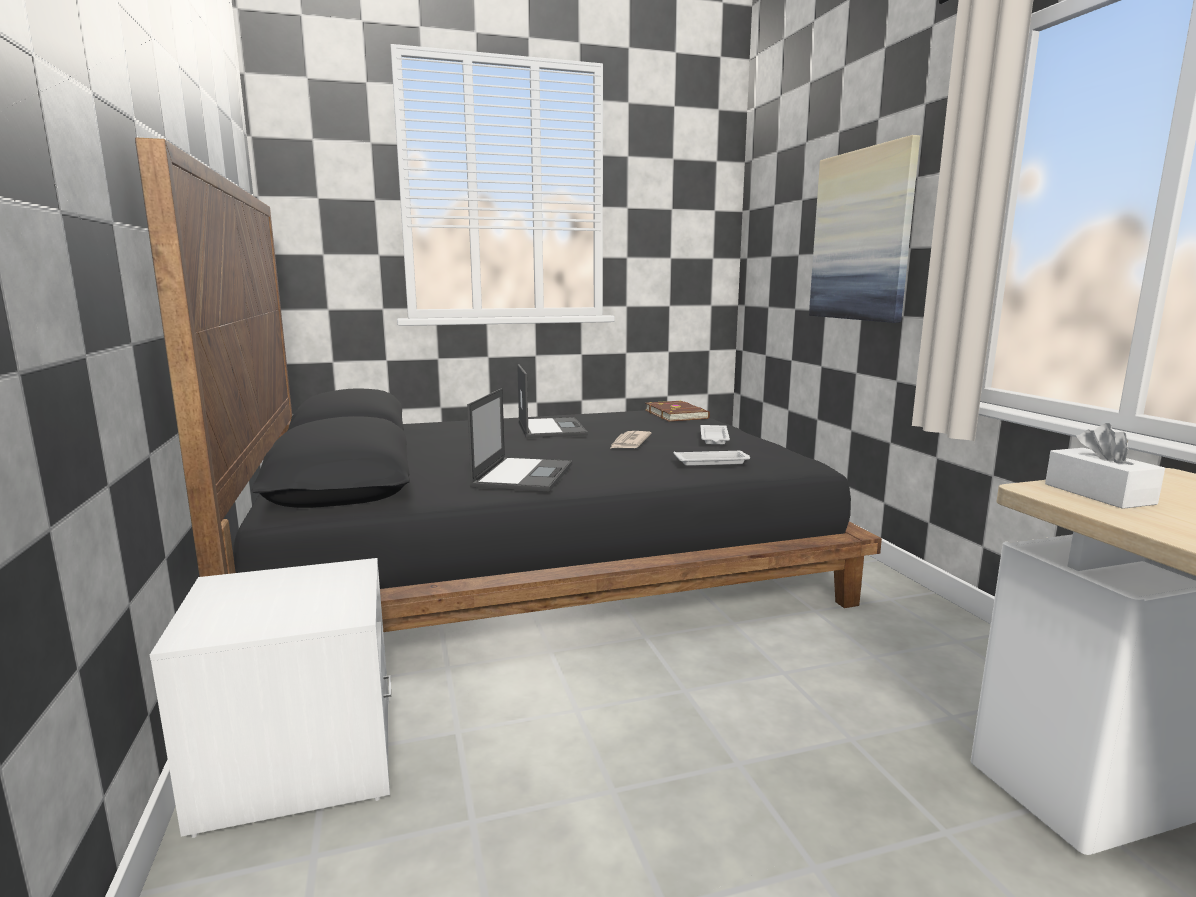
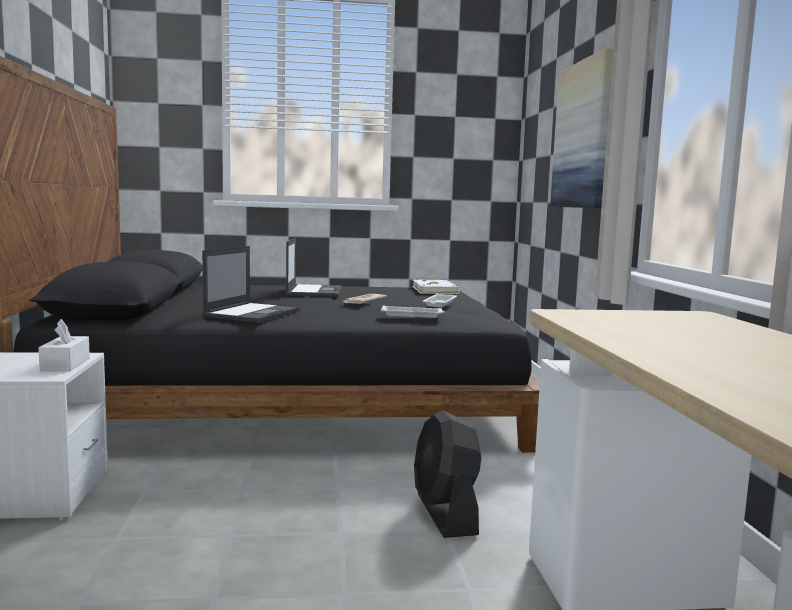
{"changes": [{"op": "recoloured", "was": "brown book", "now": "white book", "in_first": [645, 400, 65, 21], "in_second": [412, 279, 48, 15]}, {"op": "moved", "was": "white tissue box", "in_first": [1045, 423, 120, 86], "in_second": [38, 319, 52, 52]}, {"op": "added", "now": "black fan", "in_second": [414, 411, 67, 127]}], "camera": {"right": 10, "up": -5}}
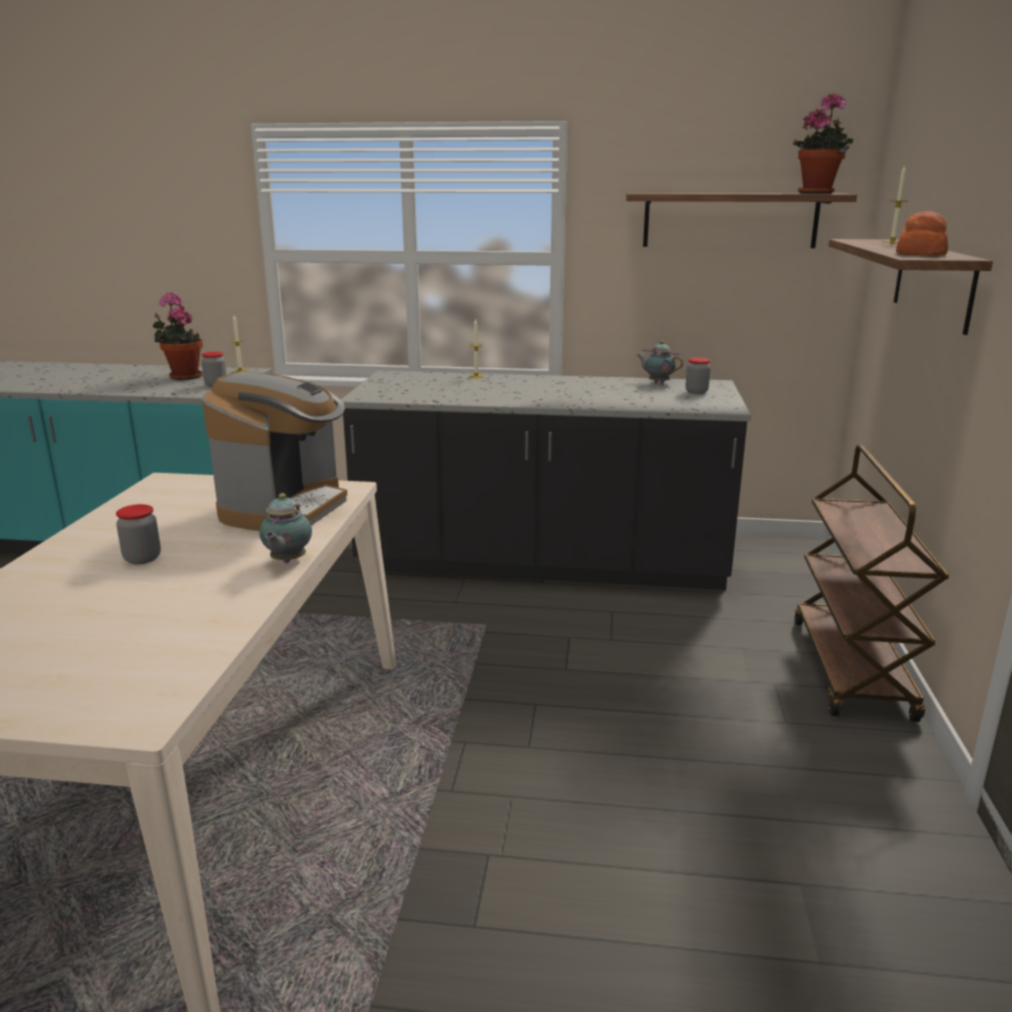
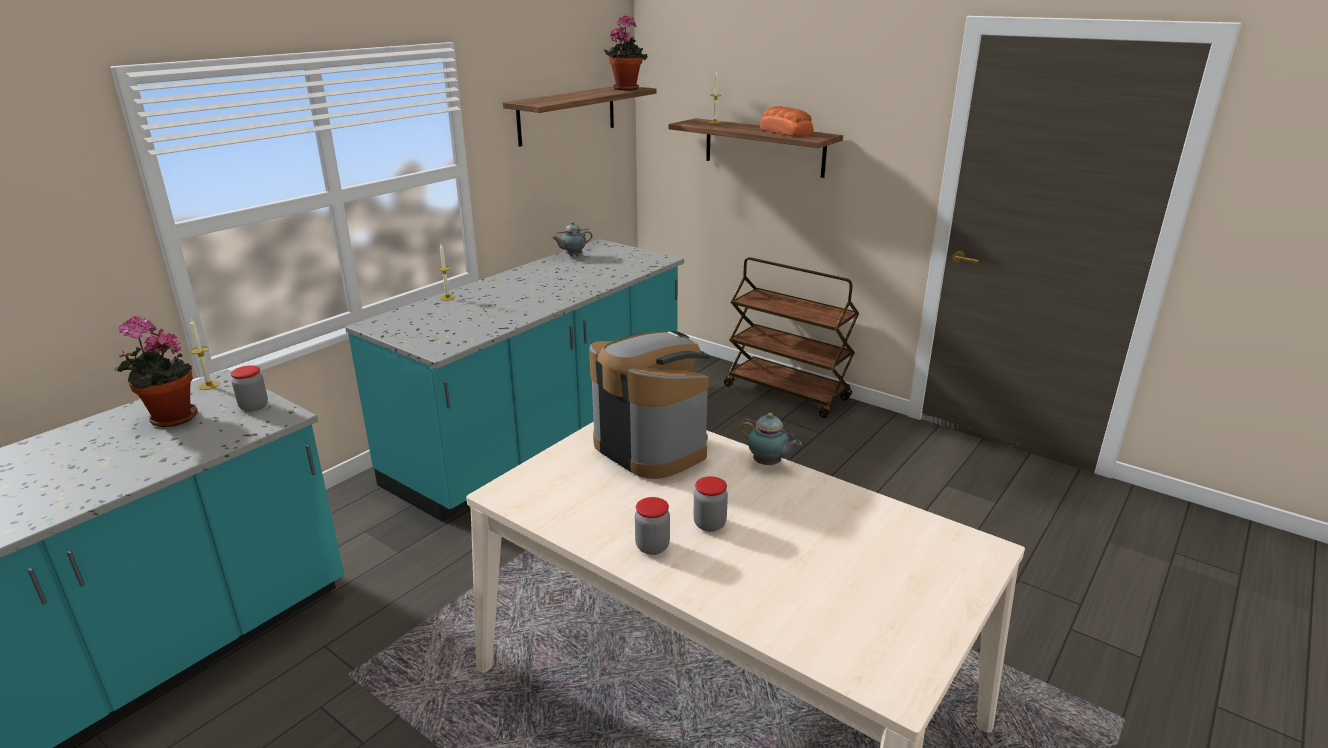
{"changes": [{"op": "moved", "was": "jar", "in_first": [686, 358, 24, 36], "in_second": [635, 497, 35, 58]}, {"op": "recoloured", "was": "black counter", "now": "turquoise counter", "in_first": [341, 371, 410, 219], "in_second": [345, 239, 339, 283]}], "camera": {"right": -60, "up": 5}}
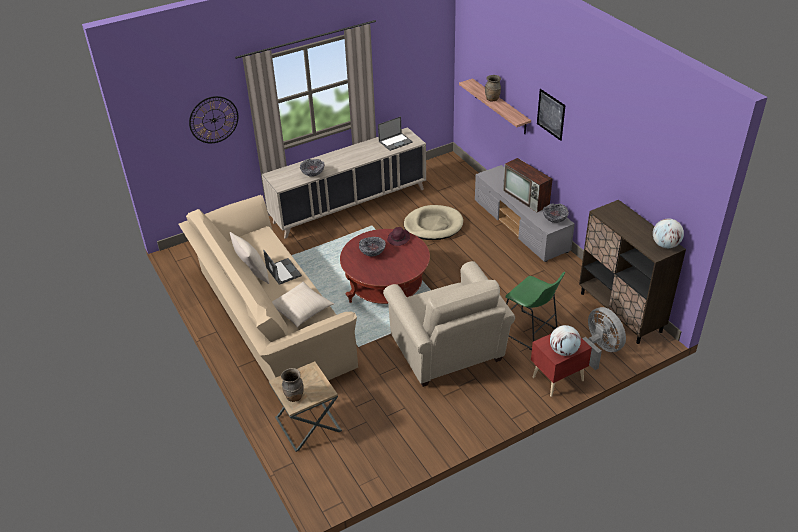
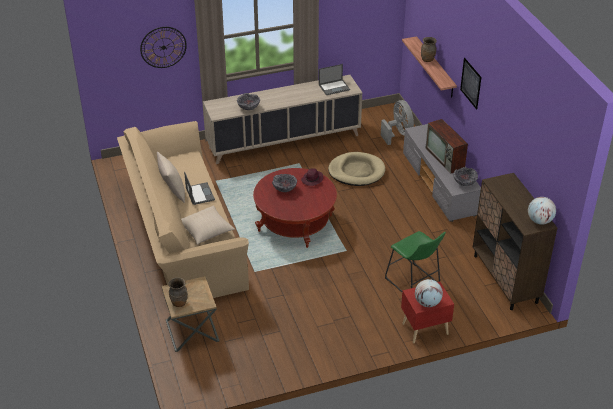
{"changes": [{"op": "removed", "was": "beige armchair", "in_first": [383, 261, 132, 126]}, {"op": "moved", "was": "grey fan", "in_first": [582, 307, 44, 63], "in_second": [381, 100, 33, 45]}], "camera": {"right": 10, "up": 0}}
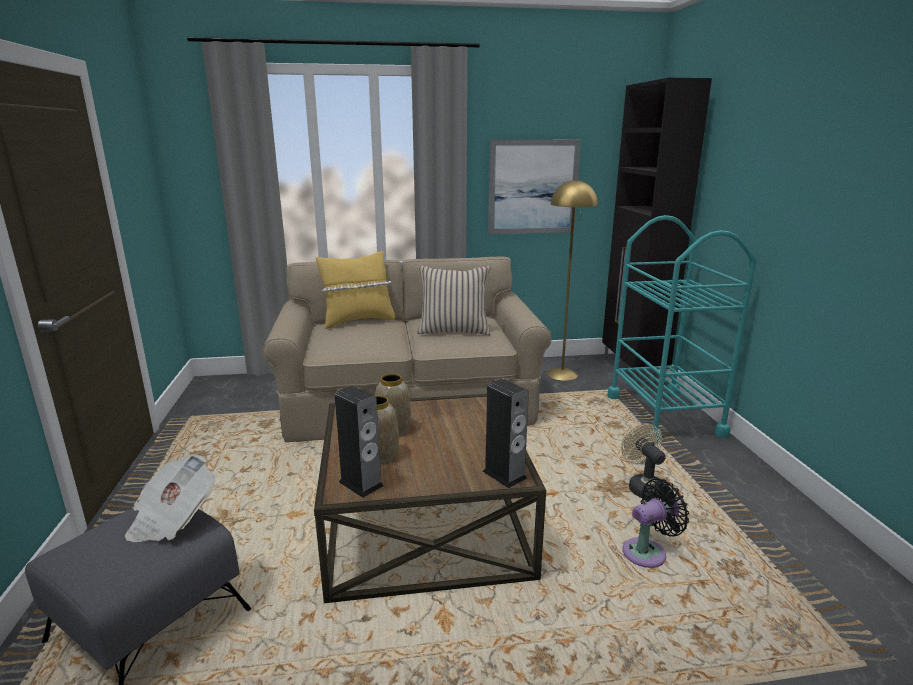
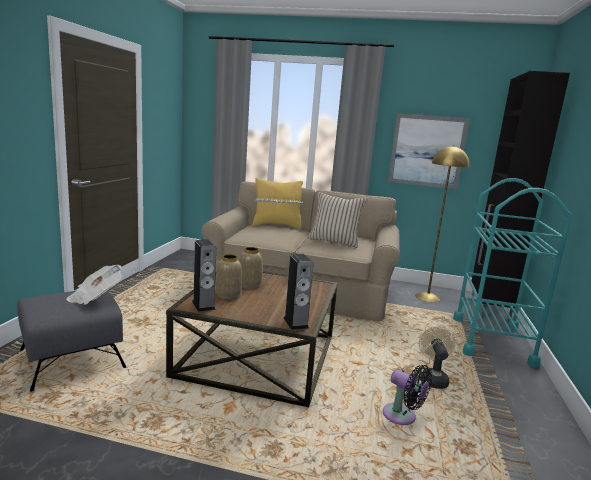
{"changes": [{"op": "turned", "was": "black fan", "in_first": [623, 479, 66, 89], "in_second": [383, 365, 49, 60], "clockwise": 45}], "camera": {"right": 20, "up": -5}}
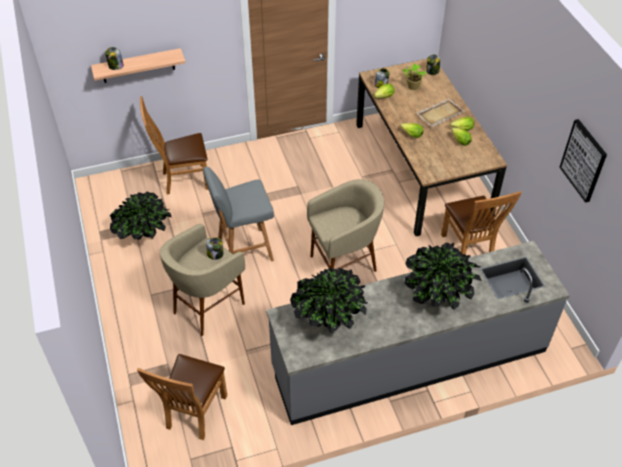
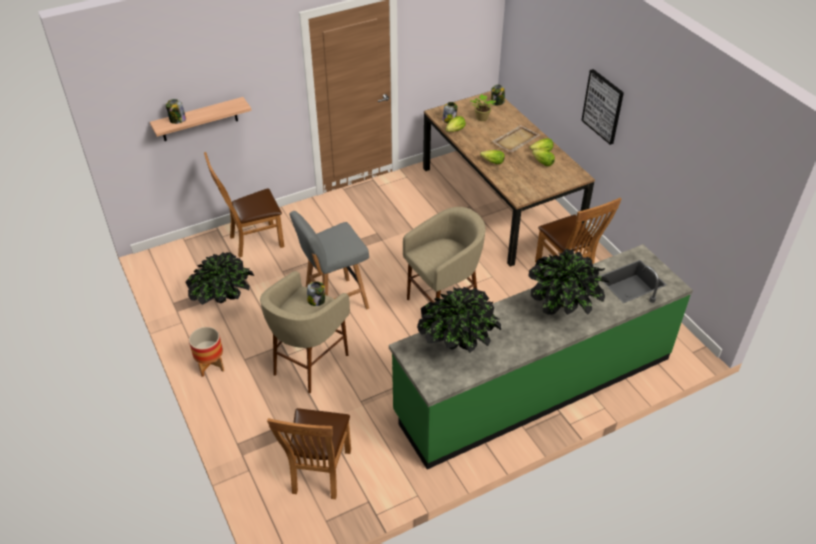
{"changes": [{"op": "moved", "was": "picture", "in_first": [560, 119, 47, 84], "in_second": [581, 69, 43, 76]}, {"op": "recoloured", "was": "grey counter", "now": "green counter", "in_first": [266, 241, 304, 184], "in_second": [389, 244, 304, 225]}, {"op": "added", "now": "planter", "in_second": [189, 327, 35, 50]}], "camera": {"right": -10, "up": -5}}
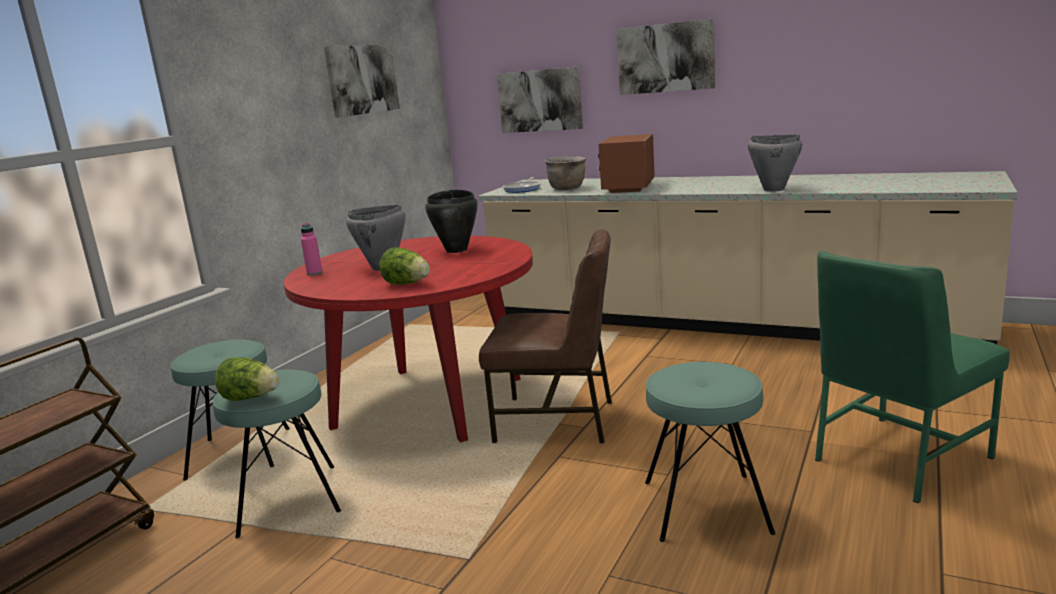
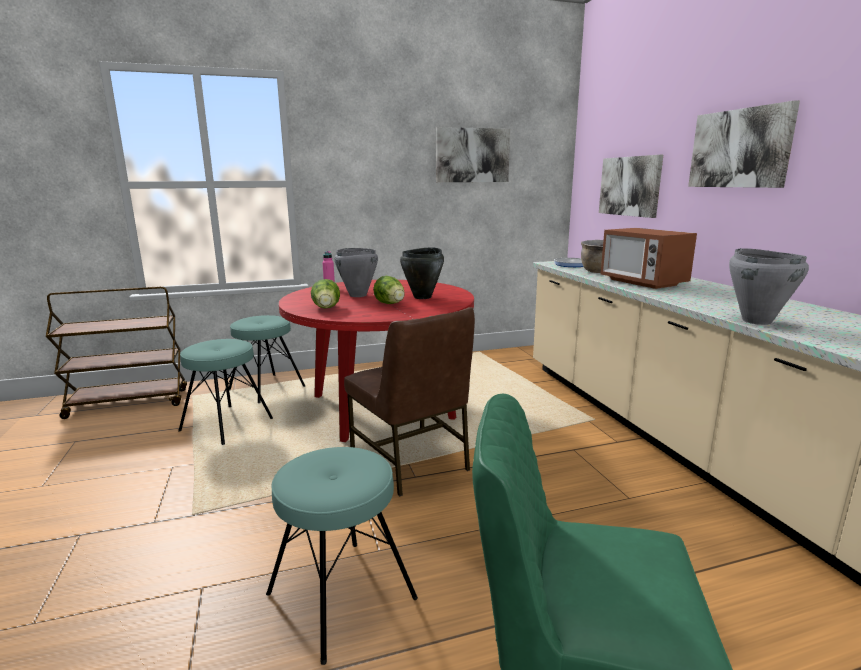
{"changes": [{"op": "turned", "was": "microwave", "in_first": [597, 134, 58, 59], "in_second": [601, 228, 96, 61], "clockwise": -90}, {"op": "moved", "was": "lettuce", "in_first": [215, 357, 65, 44], "in_second": [373, 276, 32, 28]}], "camera": {"right": 45, "up": 0}}
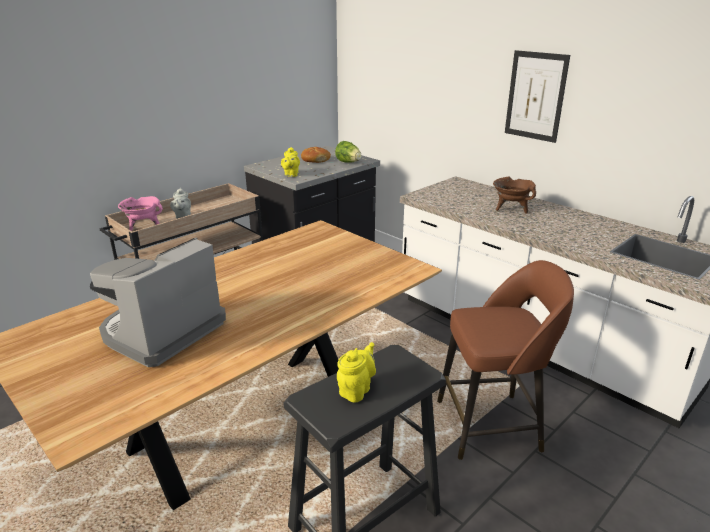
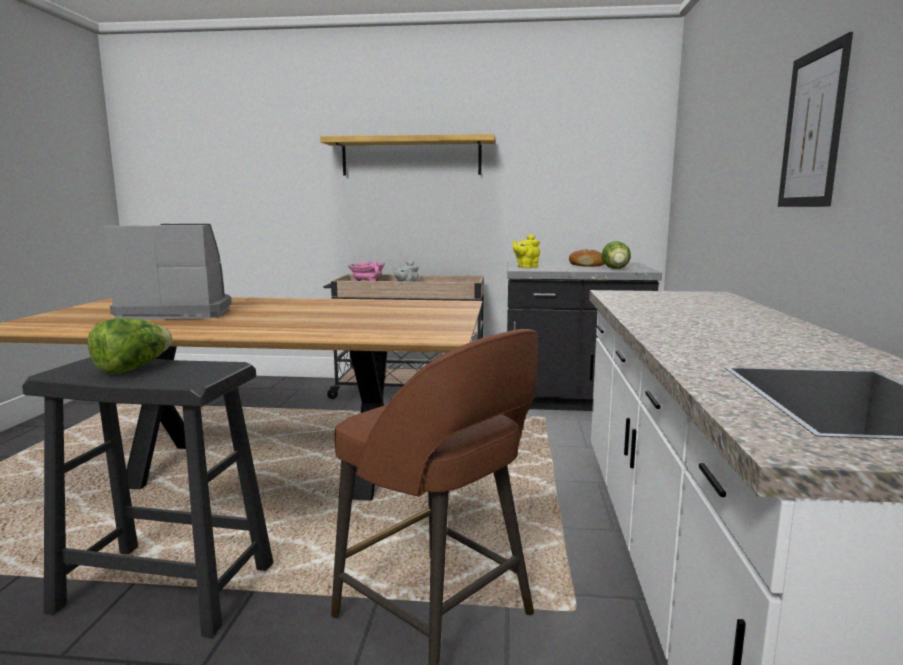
{"changes": [{"op": "removed", "was": "brown cooking pot", "in_first": [493, 177, 43, 37]}, {"op": "replaced", "was": "yellow teapot", "now": "lettuce", "in_first": [337, 342, 39, 61], "in_second": [88, 318, 84, 56]}, {"op": "added", "now": "shelf", "in_second": [320, 134, 175, 42]}], "camera": {"right": 50, "up": -15}}
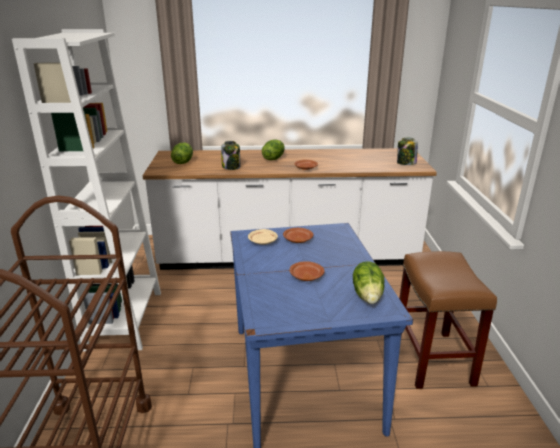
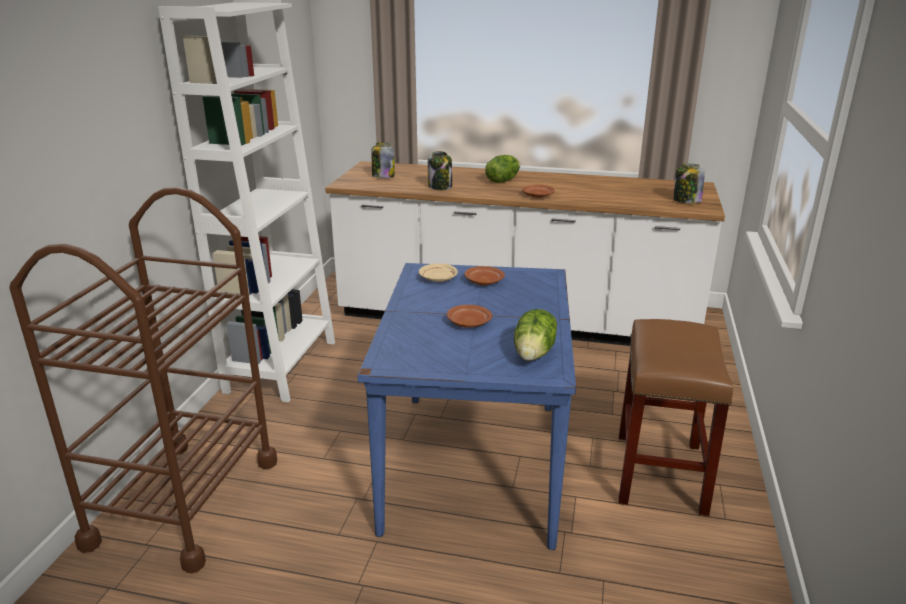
{"changes": [{"op": "replaced", "was": "lettuce", "now": "jar", "in_first": [171, 143, 22, 21], "in_second": [372, 142, 23, 36]}], "camera": {"right": 15, "up": 0}}
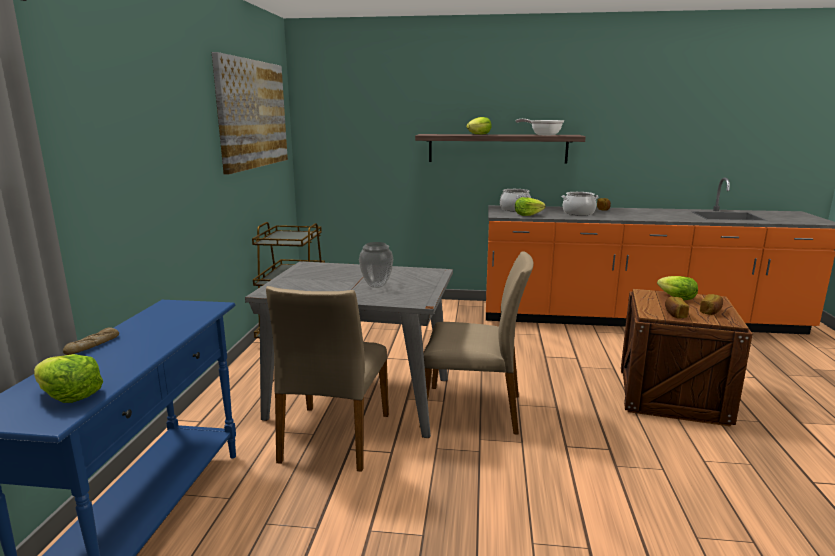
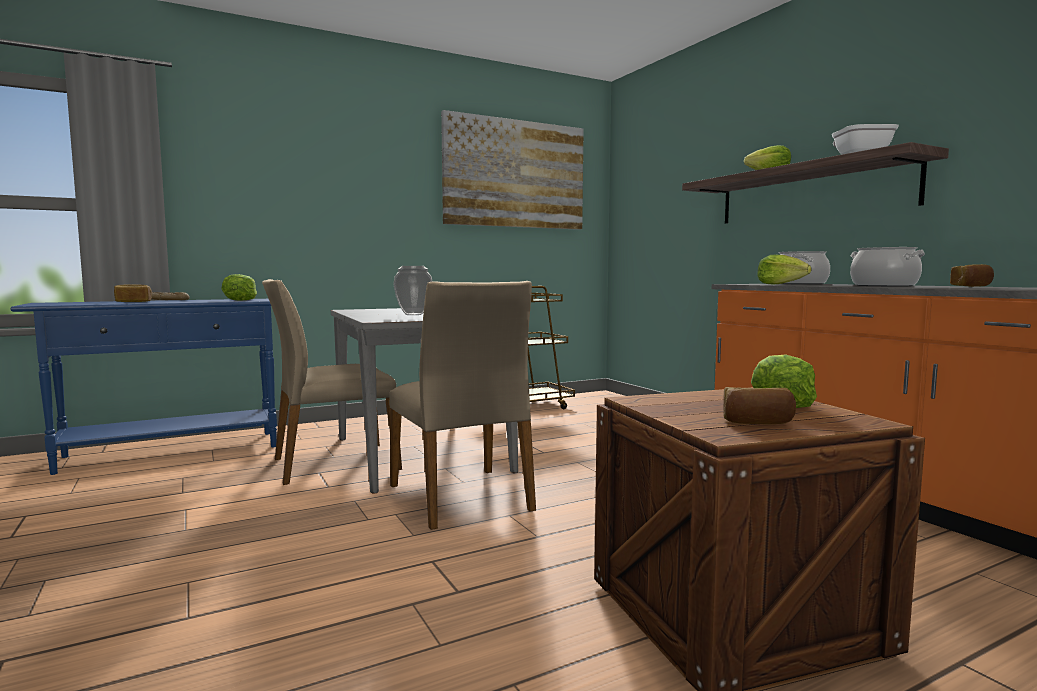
{"changes": [{"op": "moved", "was": "bread", "in_first": [665, 297, 24, 21], "in_second": [114, 284, 38, 18]}, {"op": "moved", "was": "lettuce", "in_first": [34, 354, 69, 49], "in_second": [222, 274, 35, 27]}], "camera": {"right": 55, "up": -10}}
